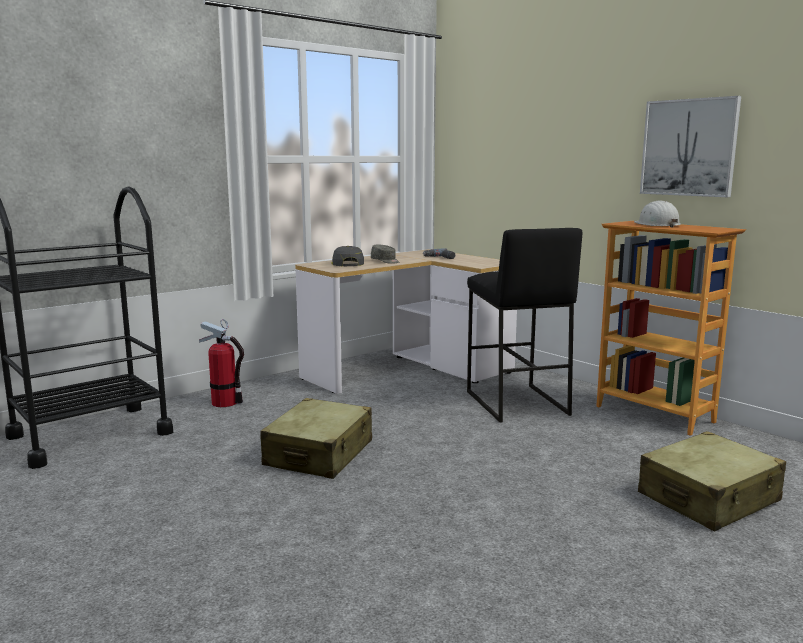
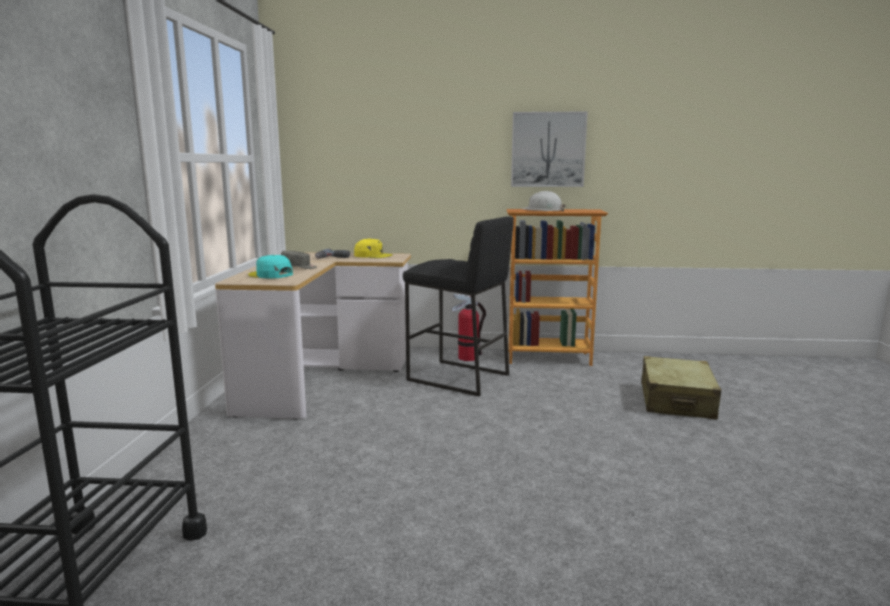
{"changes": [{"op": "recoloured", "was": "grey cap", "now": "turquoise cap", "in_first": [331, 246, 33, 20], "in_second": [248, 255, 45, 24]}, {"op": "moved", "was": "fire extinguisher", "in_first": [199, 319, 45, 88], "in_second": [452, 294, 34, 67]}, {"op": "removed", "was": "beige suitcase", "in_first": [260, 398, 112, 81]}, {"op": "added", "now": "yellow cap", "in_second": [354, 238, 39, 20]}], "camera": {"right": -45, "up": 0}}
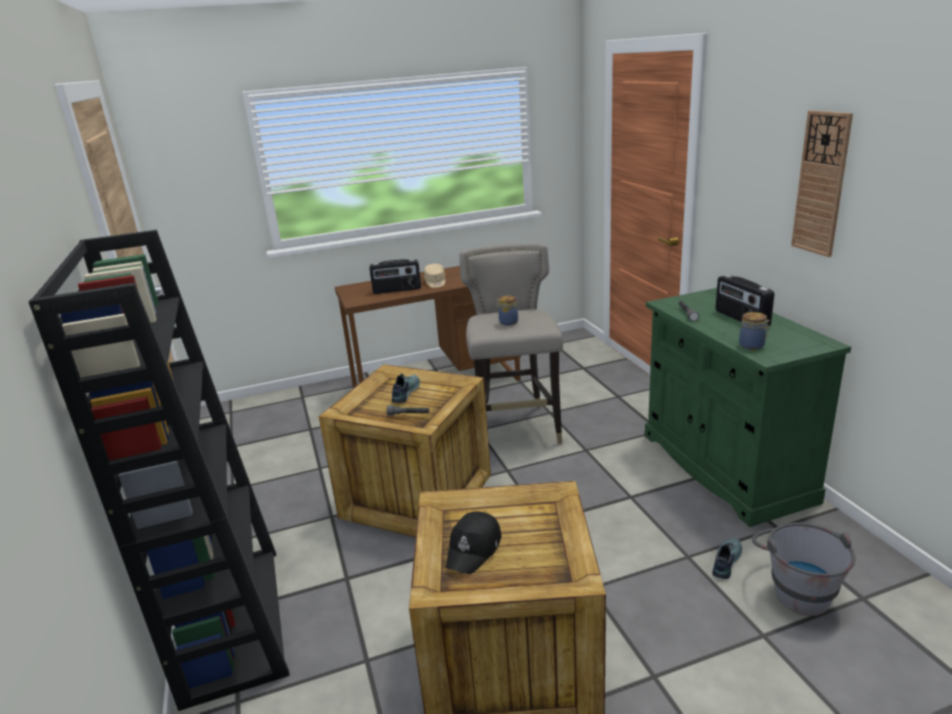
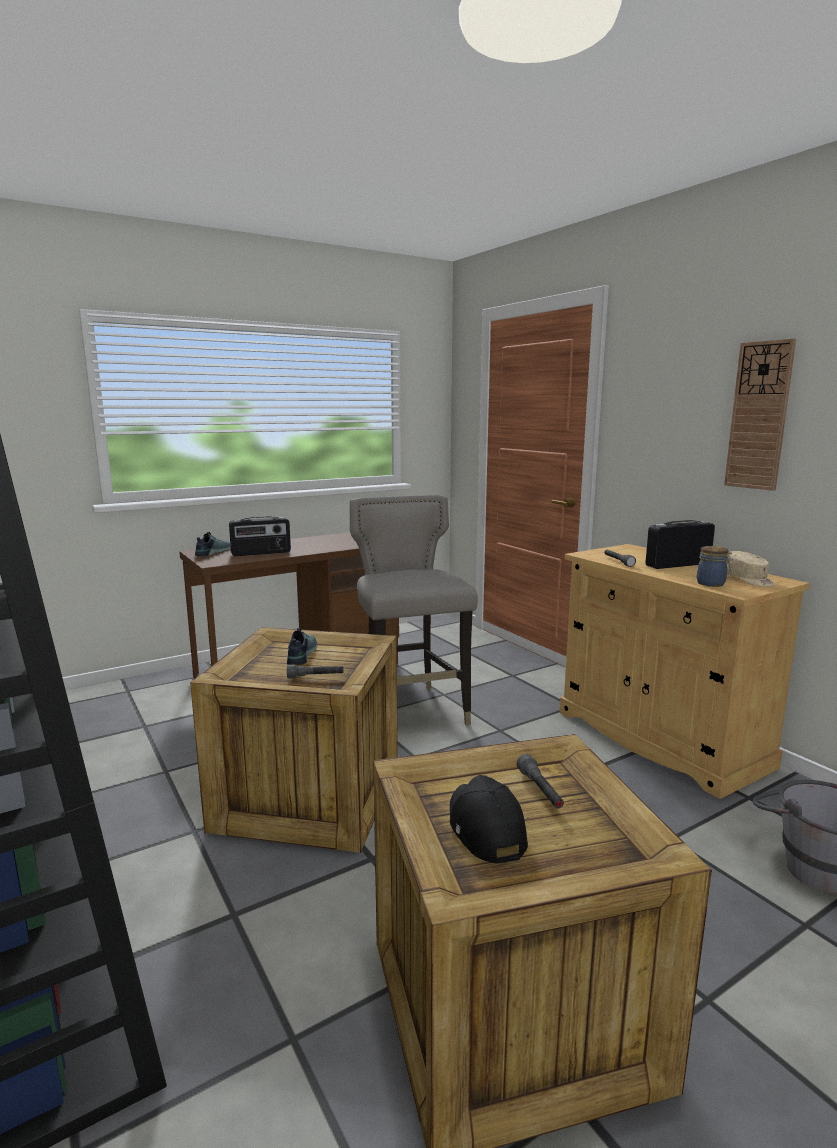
{"changes": [{"op": "moved", "was": "beige cap", "in_first": [424, 264, 21, 24], "in_second": [726, 551, 49, 36]}, {"op": "turned", "was": "radio", "in_first": [716, 275, 58, 53], "in_second": [645, 520, 70, 49], "clockwise": 105}, {"op": "recoloured", "was": "green cabinet", "now": "beige cabinet", "in_first": [645, 288, 206, 239], "in_second": [559, 544, 251, 255]}, {"op": "removed", "was": "jar", "in_first": [496, 295, 22, 31]}, {"op": "turned", "was": "black cap", "in_first": [446, 511, 56, 63], "in_second": [450, 775, 78, 89], "clockwise": 150}, {"op": "moved", "was": "shoe", "in_first": [712, 538, 30, 41], "in_second": [195, 532, 36, 24]}, {"op": "added", "now": "grey flashlight", "in_second": [517, 754, 47, 54]}], "camera": {"right": -15, "up": -10}}
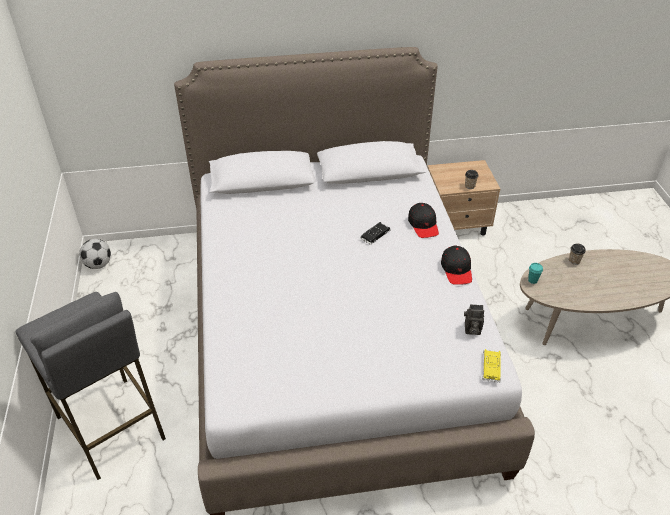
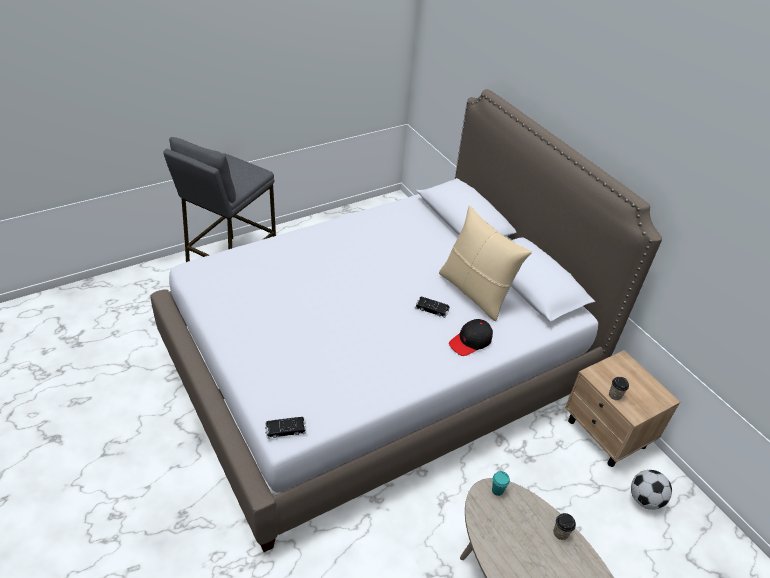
{"changes": [{"op": "moved", "was": "football", "in_first": [79, 239, 32, 30], "in_second": [631, 470, 41, 40]}, {"op": "removed", "was": "black cap", "in_first": [441, 246, 31, 39]}, {"op": "removed", "was": "photo camera", "in_first": [464, 304, 20, 31]}, {"op": "recoloured", "was": "yellow toy car", "now": "black toy car", "in_first": [482, 349, 19, 33], "in_second": [265, 417, 41, 22]}, {"op": "added", "now": "beige pillow", "in_second": [439, 205, 93, 116]}], "camera": {"right": 65, "up": 0}}
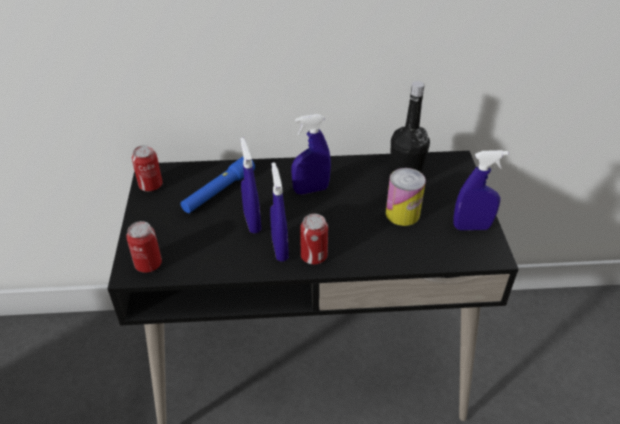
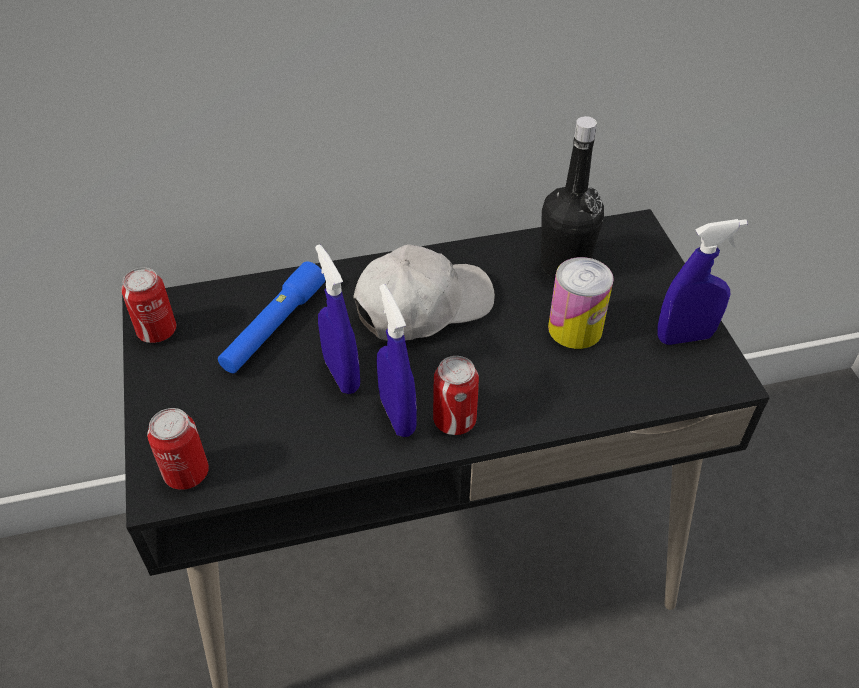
{"changes": [{"op": "replaced", "was": "blue spray bottle", "now": "white cap", "in_first": [291, 114, 40, 81], "in_second": [353, 244, 142, 97]}], "camera": {"right": -10, "up": 5}}
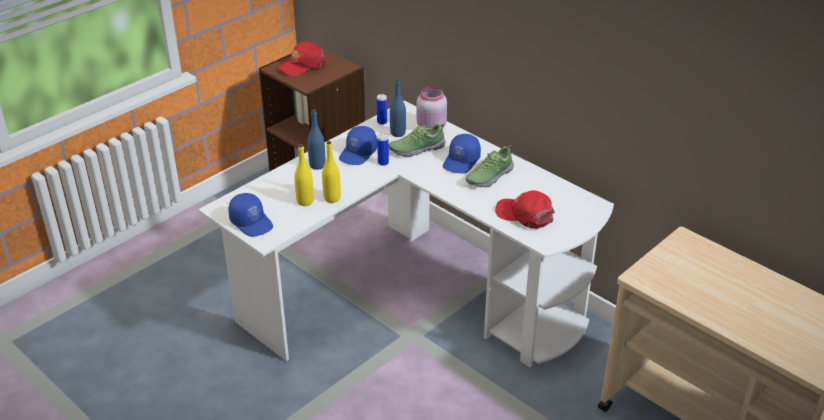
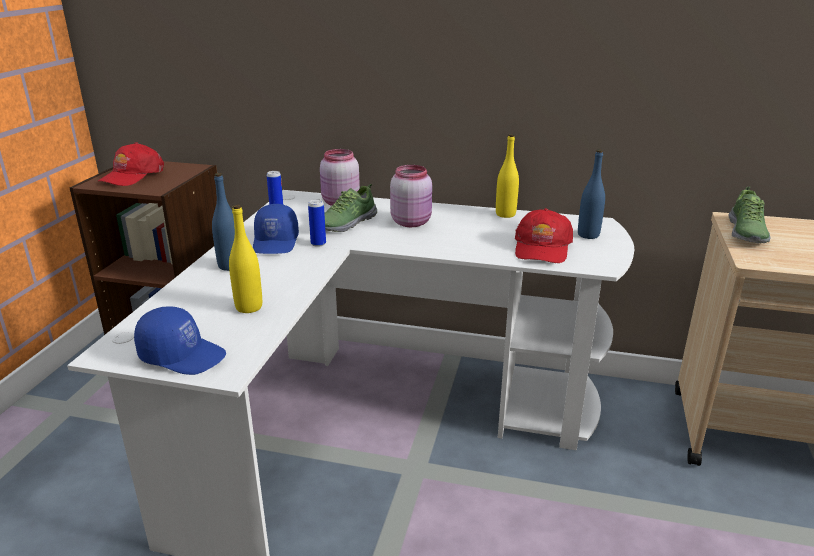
{"changes": [{"op": "moved", "was": "blue bottle", "in_first": [390, 79, 16, 58], "in_second": [578, 150, 27, 89]}, {"op": "replaced", "was": "blue cap", "now": "pink jar", "in_first": [443, 134, 38, 40], "in_second": [390, 165, 42, 62]}, {"op": "moved", "was": "yellow bottle", "in_first": [322, 141, 19, 62], "in_second": [496, 134, 23, 84]}, {"op": "moved", "was": "shoe", "in_first": [466, 145, 48, 43], "in_second": [728, 187, 43, 56]}, {"op": "turned", "was": "red cap", "in_first": [495, 190, 60, 39], "in_second": [515, 208, 58, 55], "clockwise": -75}], "camera": {"right": -30, "up": -10}}
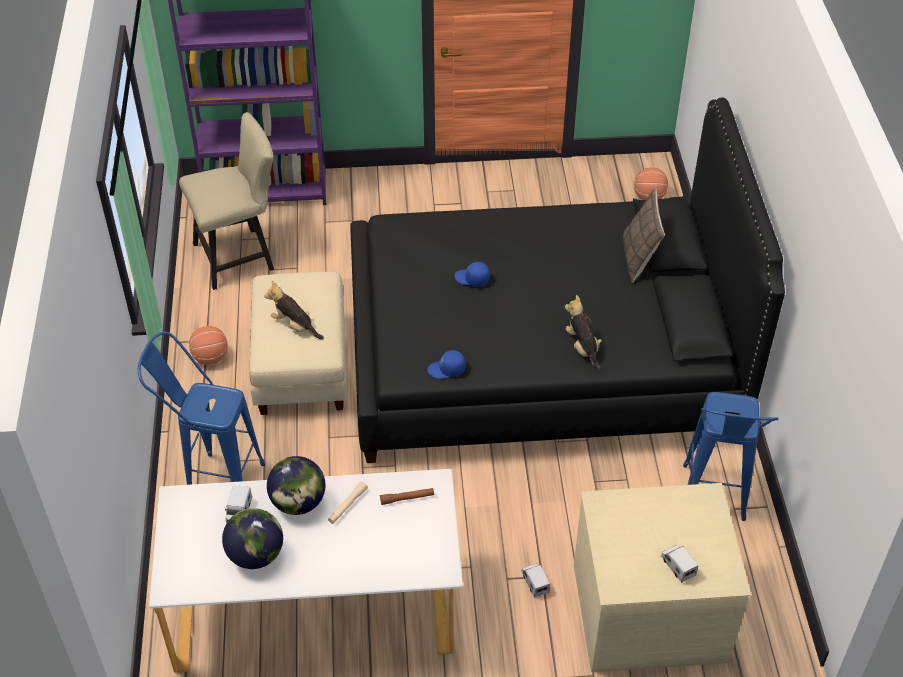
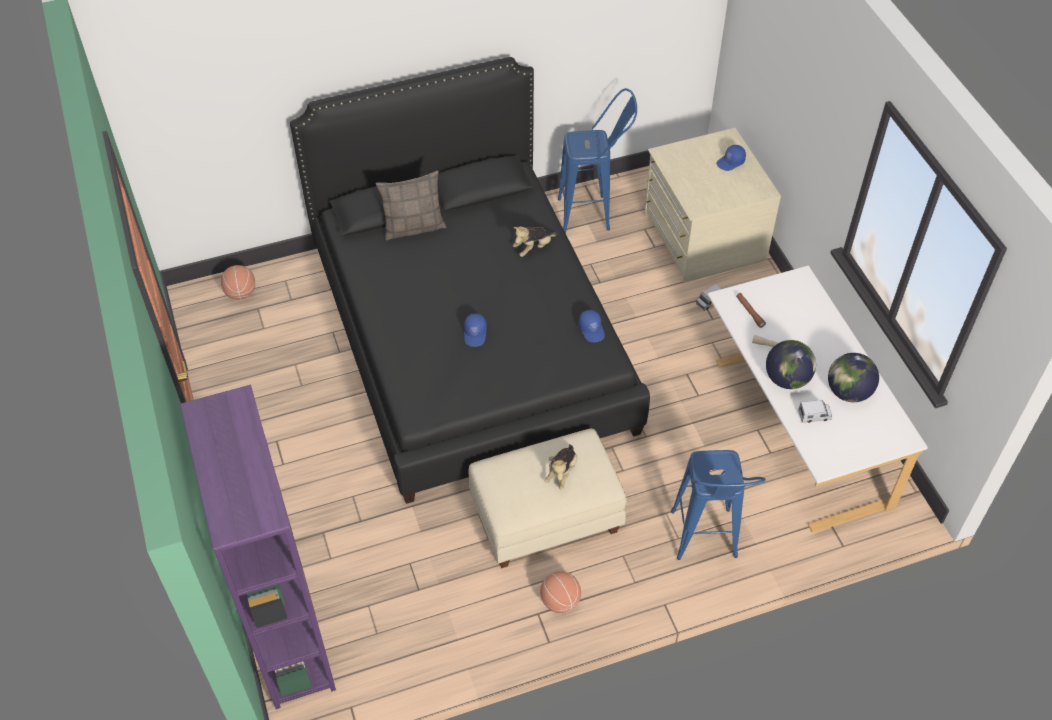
{"changes": [{"op": "removed", "was": "beige chair", "in_first": [179, 112, 95, 178]}, {"op": "replaced", "was": "toy truck", "now": "blue cap", "in_first": [661, 545, 37, 38], "in_second": [717, 145, 29, 26]}], "camera": {"right": -105, "up": 5}}
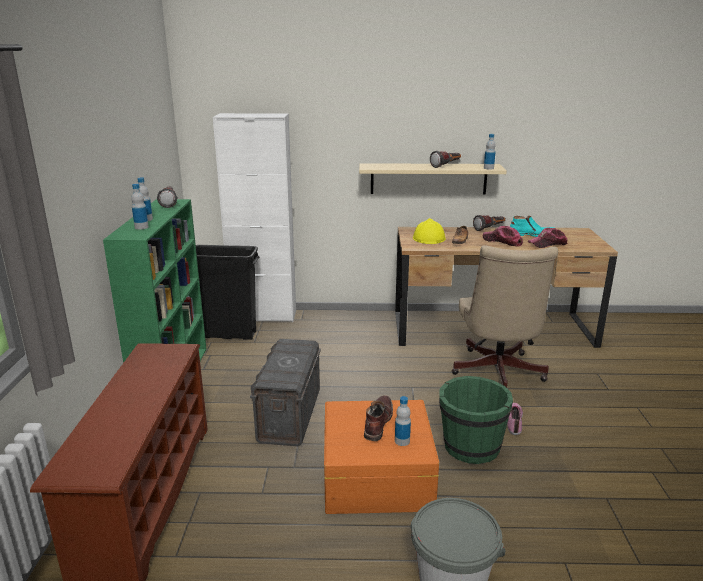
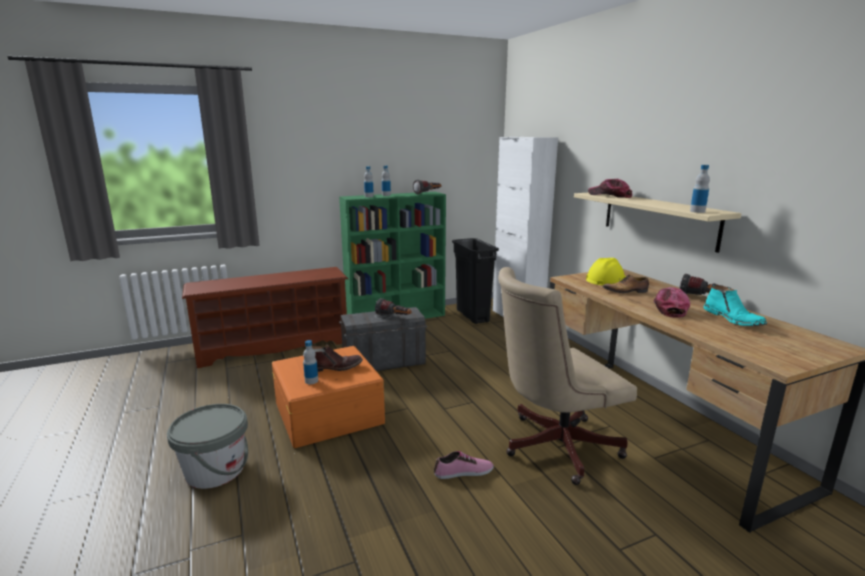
{"changes": [{"op": "moved", "was": "flashlight", "in_first": [430, 151, 31, 17], "in_second": [375, 298, 37, 17]}, {"op": "moved", "was": "cap", "in_first": [528, 228, 40, 20], "in_second": [588, 178, 45, 20]}, {"op": "removed", "was": "green bucket", "in_first": [439, 376, 74, 88]}], "camera": {"right": 65, "up": -5}}
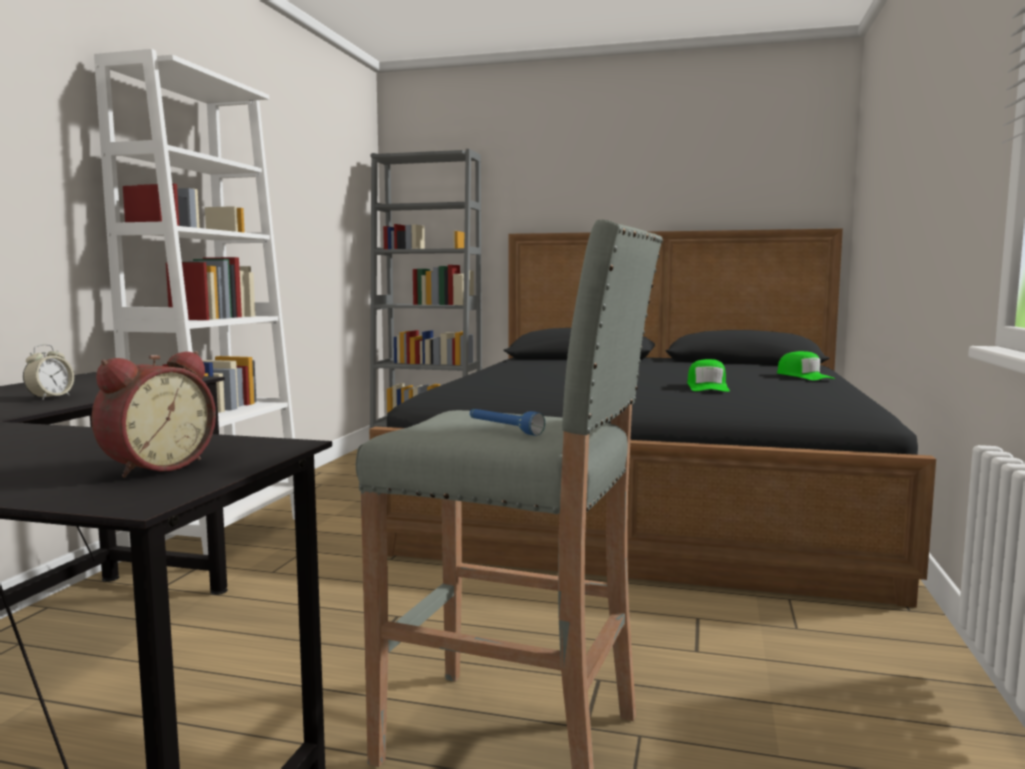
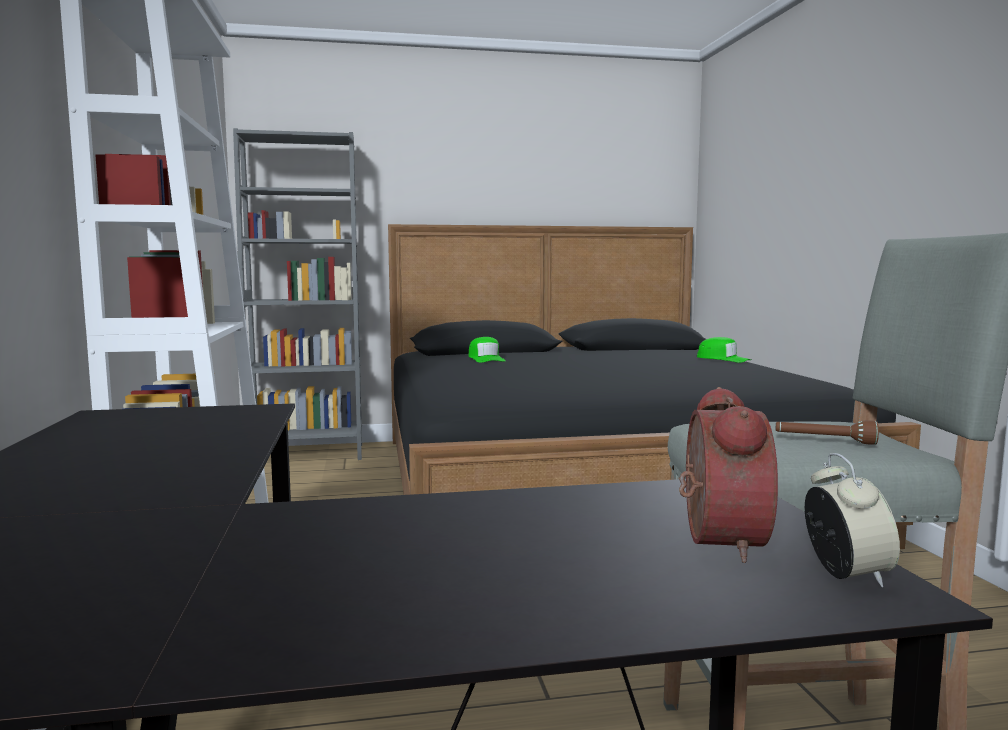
{"changes": [{"op": "moved", "was": "alarm clock", "in_first": [23, 344, 51, 56], "in_second": [805, 453, 95, 134]}, {"op": "moved", "was": "green cap", "in_first": [687, 359, 43, 33], "in_second": [468, 337, 37, 26]}, {"op": "recoloured", "was": "blue flashlight", "now": "brown flashlight", "in_first": [470, 409, 75, 27], "in_second": [776, 420, 103, 25]}], "camera": {"right": -25, "up": 0}}
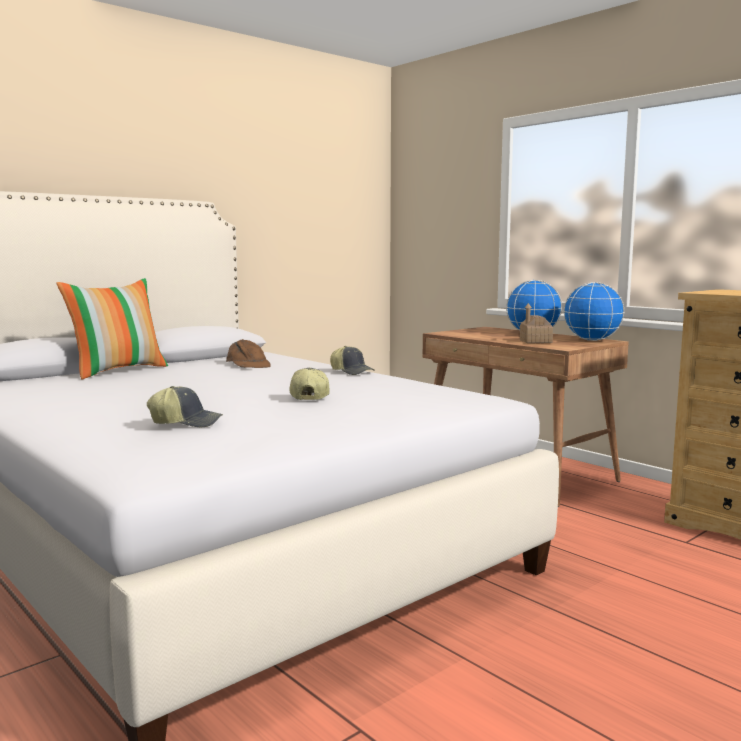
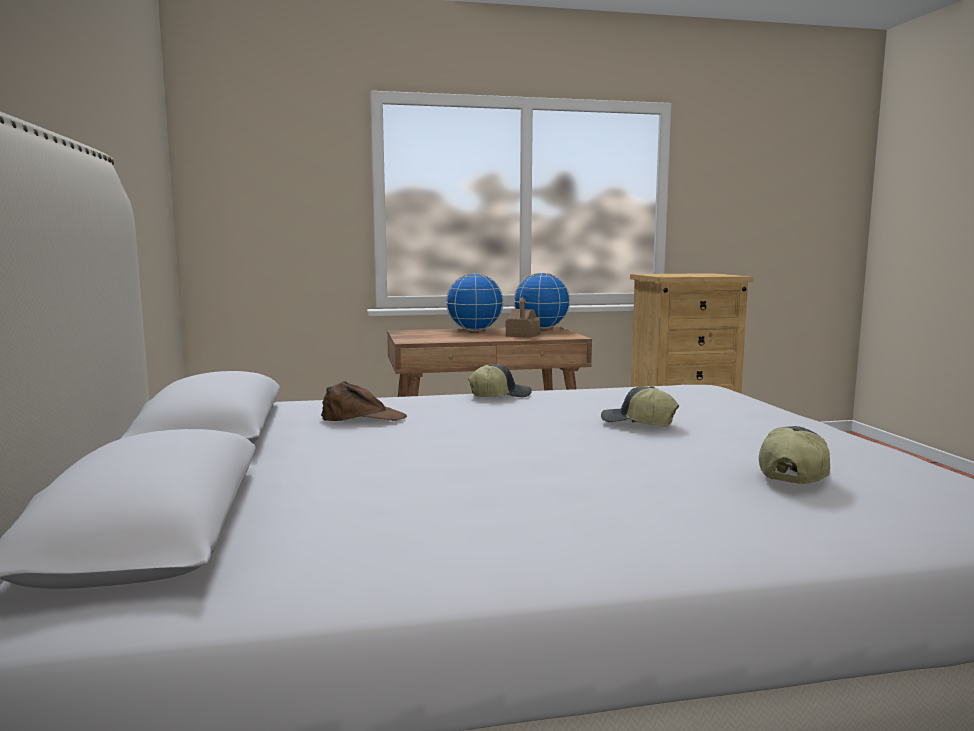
{"changes": [{"op": "removed", "was": "pillow", "in_first": [56, 278, 112, 101]}], "camera": {"right": -60, "up": 0}}
